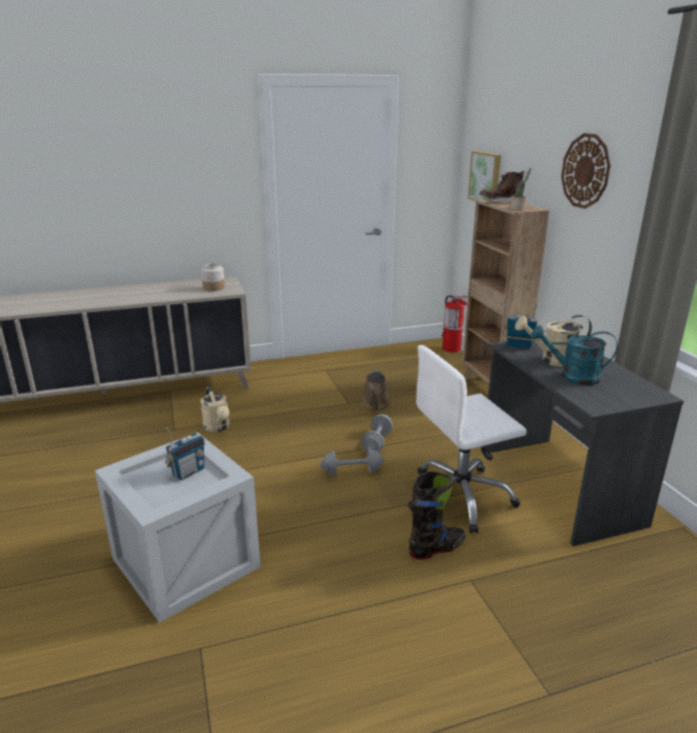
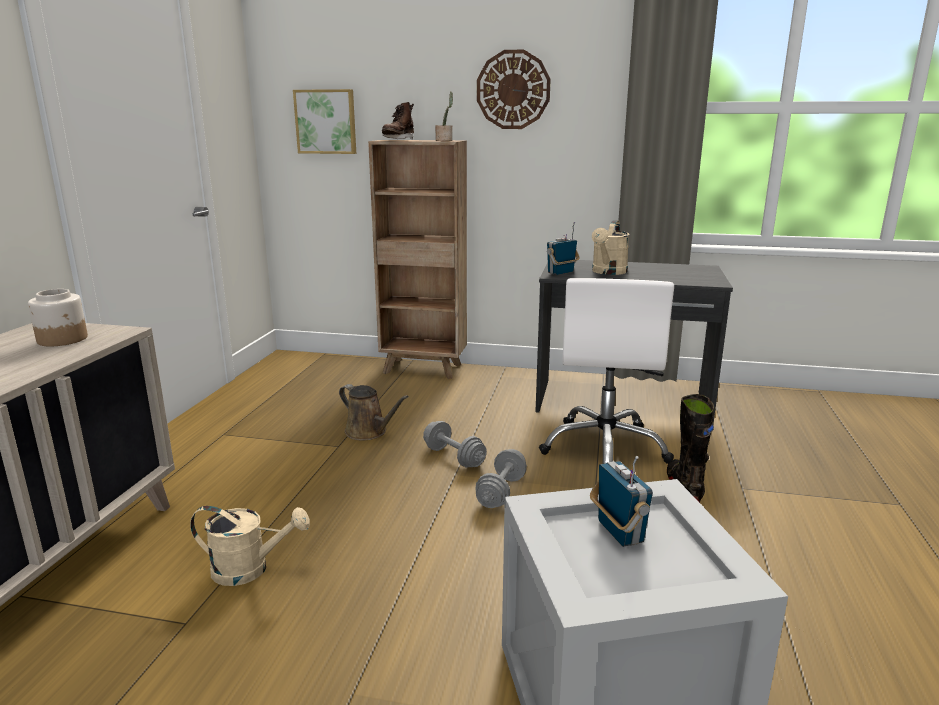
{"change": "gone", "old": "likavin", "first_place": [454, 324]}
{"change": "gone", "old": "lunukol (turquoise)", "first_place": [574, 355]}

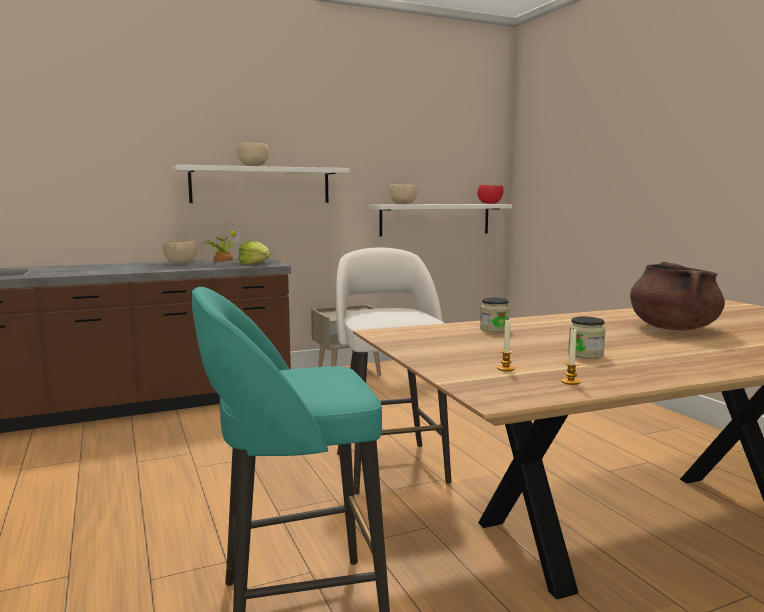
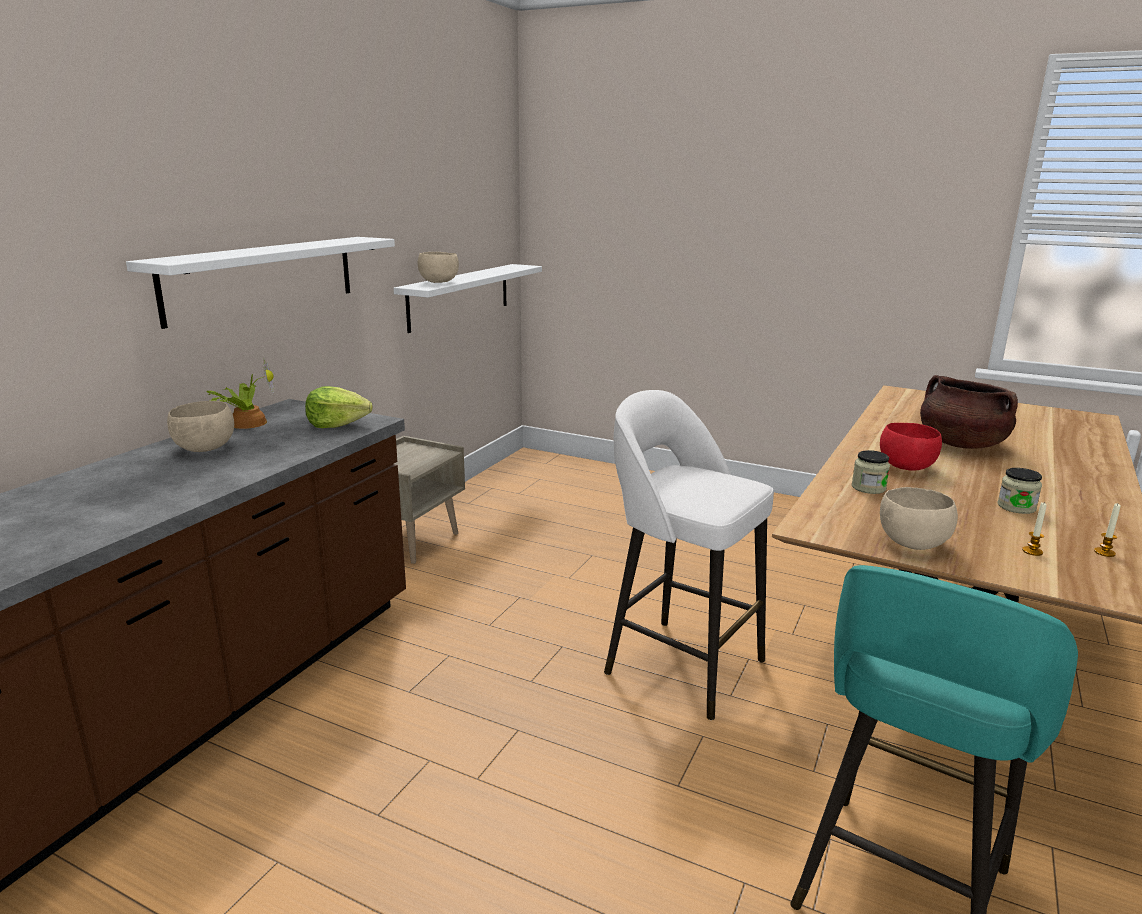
{"change": "shifted", "old": "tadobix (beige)", "first_place": [253, 154], "second_place": [919, 518]}
{"change": "shifted", "old": "tadobix (red)", "first_place": [490, 194], "second_place": [911, 447]}

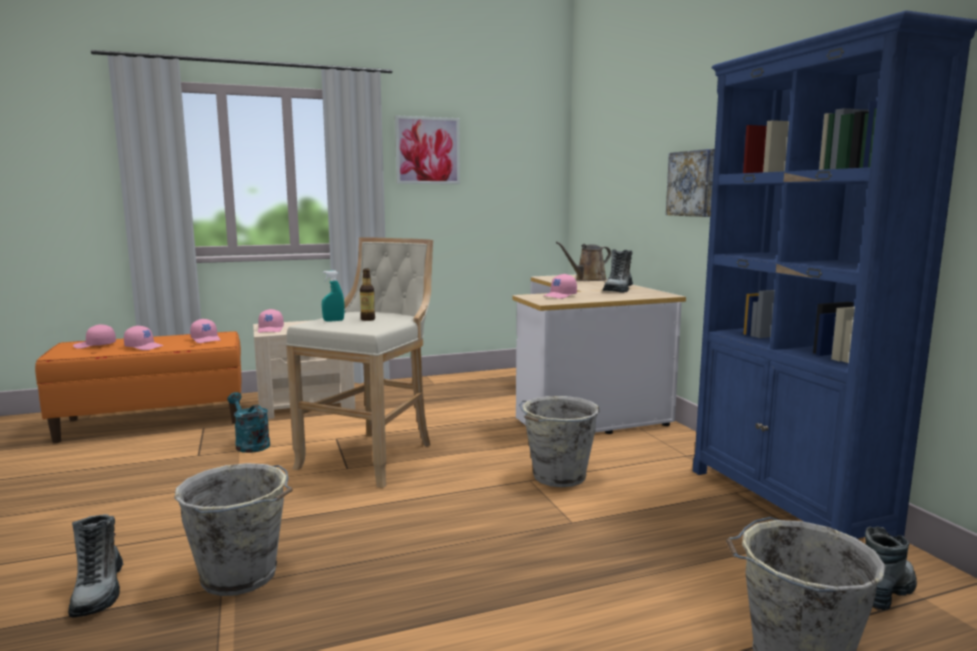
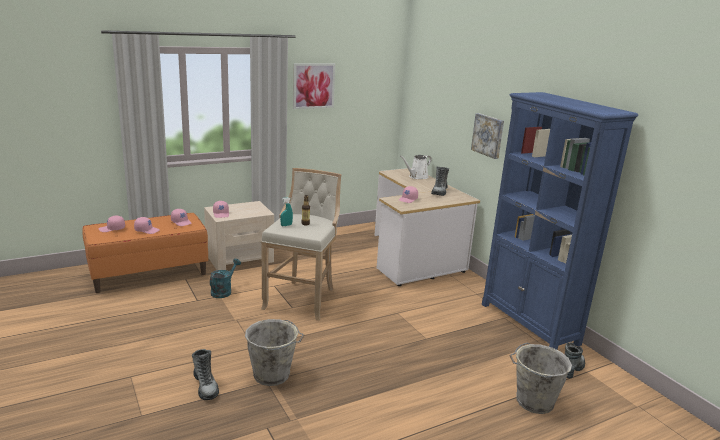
{"change": "repainted", "old": "lunukol (brown)", "new": "lunukol (white)", "first_place": [583, 261], "second_place": [416, 167]}
{"change": "rotated", "old": "lunukol (turquoise)", "first_place": [248, 422], "second_place": [225, 278], "degrees": 75}
{"change": "gone", "old": "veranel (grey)", "first_place": [559, 441]}

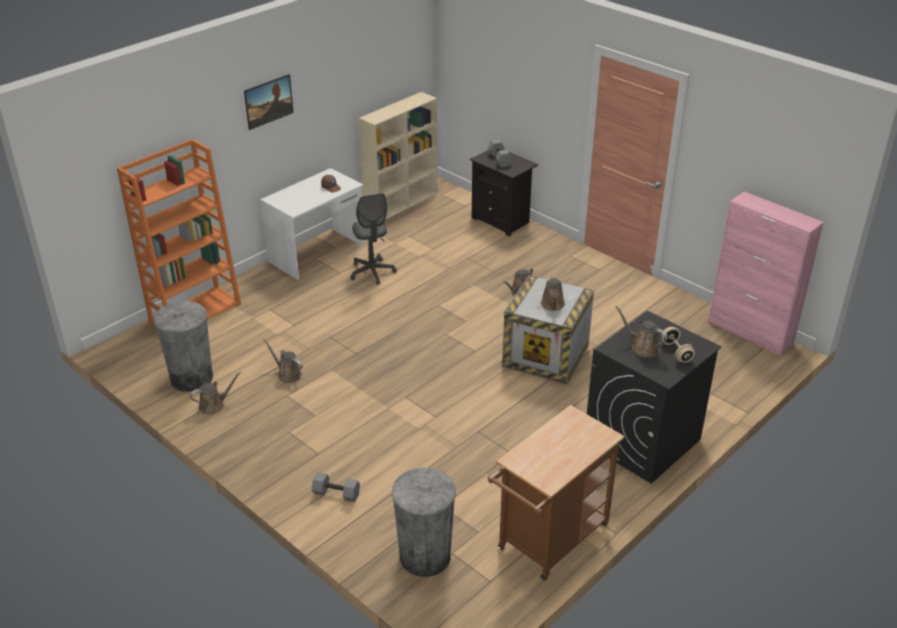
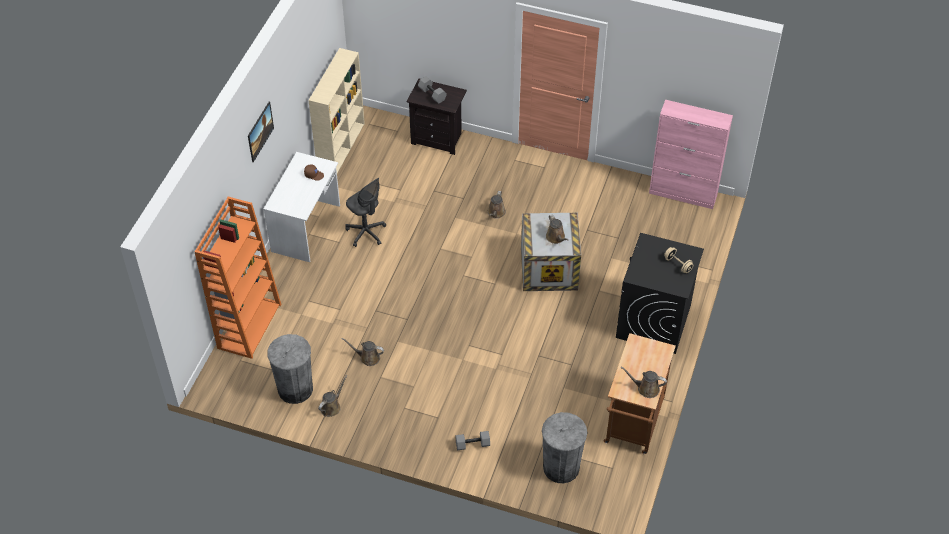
{"change": "shifted", "old": "lunukol (brown)", "first_place": [641, 332], "second_place": [644, 382]}

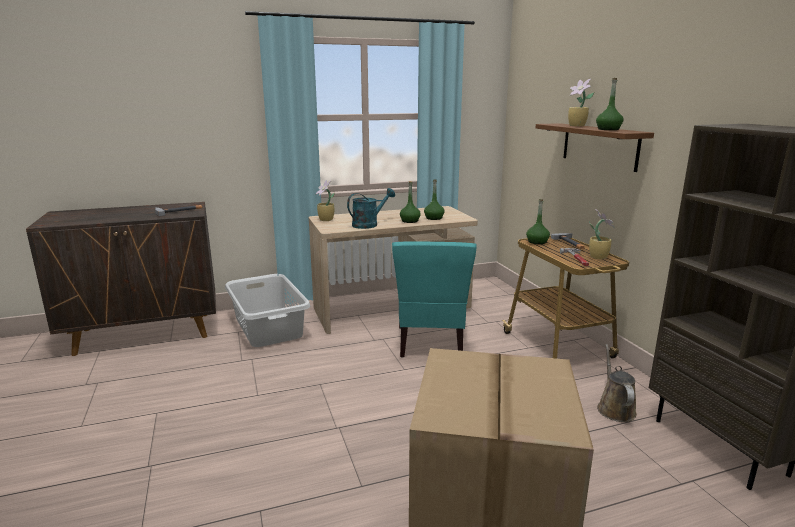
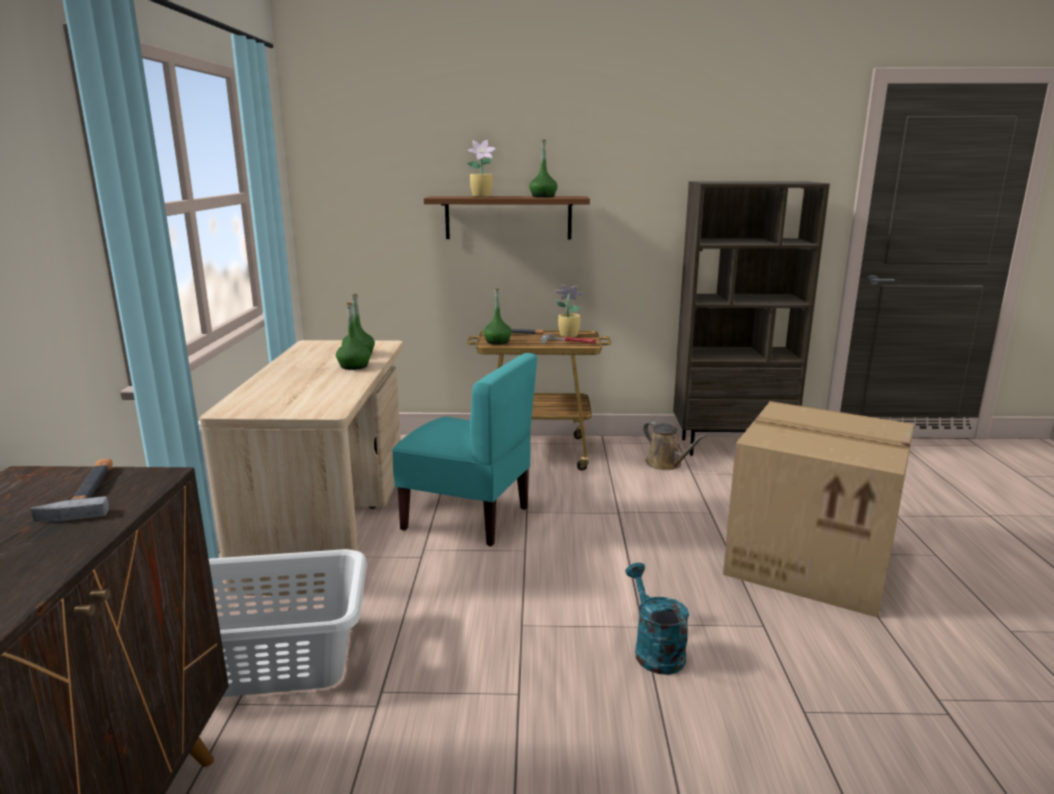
{"change": "gone", "old": "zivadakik", "first_place": [325, 200]}
{"change": "shifted", "old": "lunukol (turquoise)", "first_place": [371, 208], "second_place": [657, 619]}
{"change": "rotated", "old": "lunukol (brown)", "first_place": [617, 383], "second_place": [675, 446], "degrees": -150}

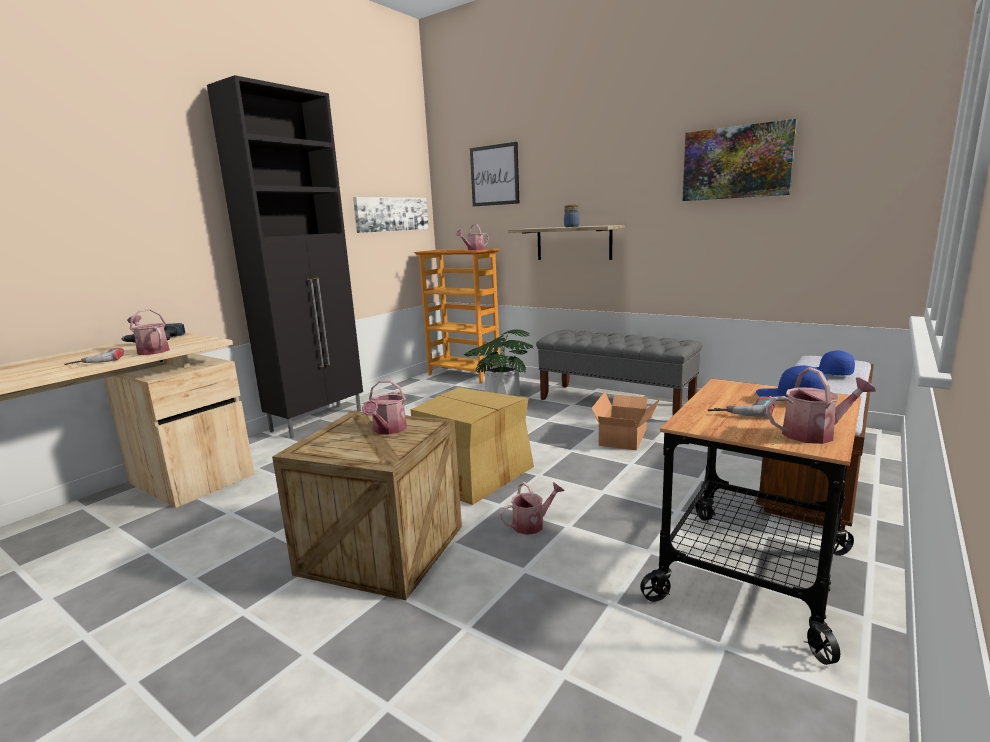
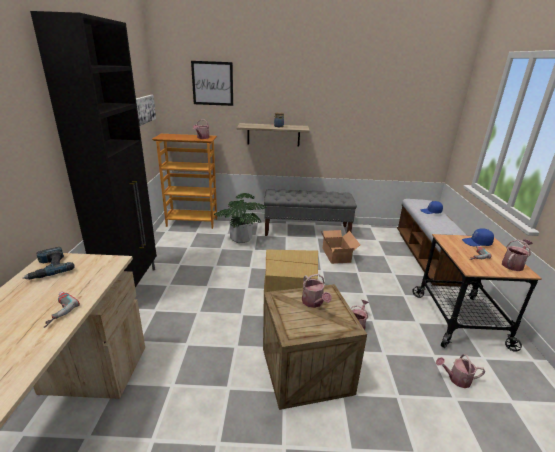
{"change": "gone", "old": "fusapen", "first_place": [740, 160]}
{"change": "shifted", "old": "lunukol", "first_place": [148, 332], "second_place": [460, 371]}

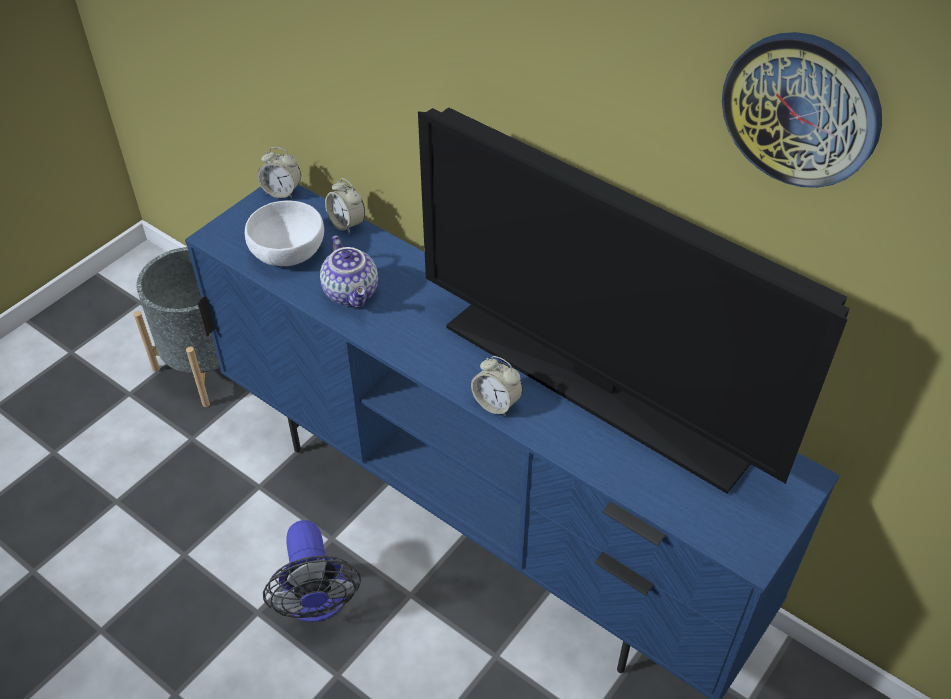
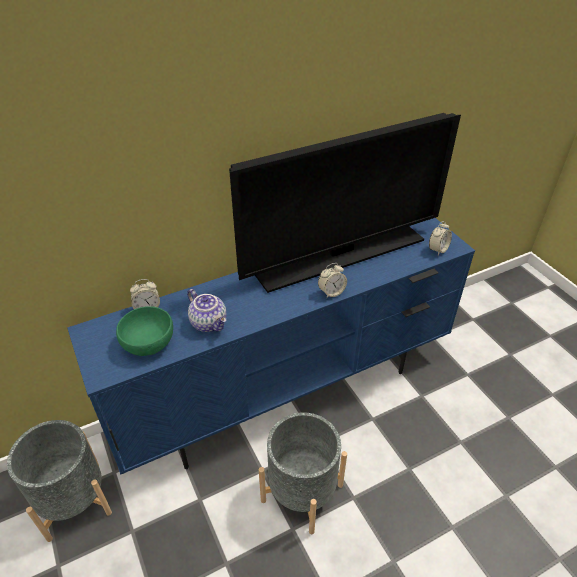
{"change": "gone", "old": "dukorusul", "first_place": [802, 110]}
{"change": "shifted", "old": "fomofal", "first_place": [279, 173], "second_place": [440, 238]}
{"change": "repainted", "old": "tadobix (white)", "new": "tadobix (green)", "first_place": [284, 233], "second_place": [144, 331]}
{"change": "rotated", "old": "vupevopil", "first_place": [349, 271], "second_place": [206, 310], "degrees": 45}
{"change": "swapped", "old": "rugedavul", "new": "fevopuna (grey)", "first_place": [312, 571], "second_place": [303, 473]}

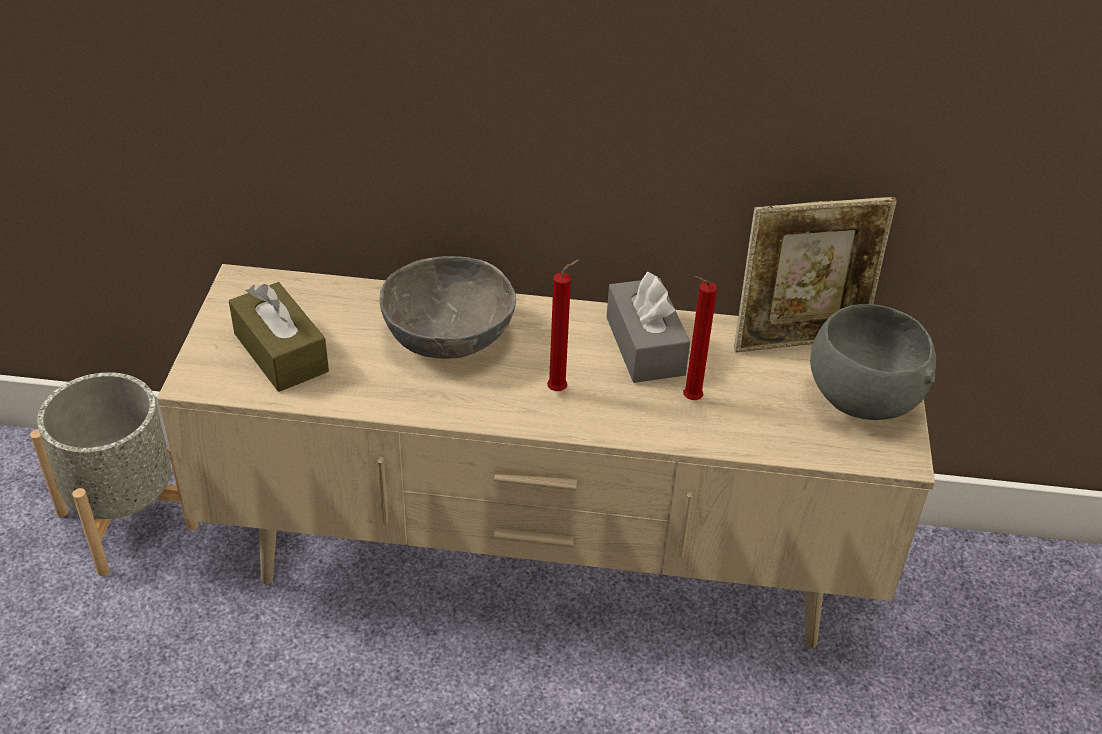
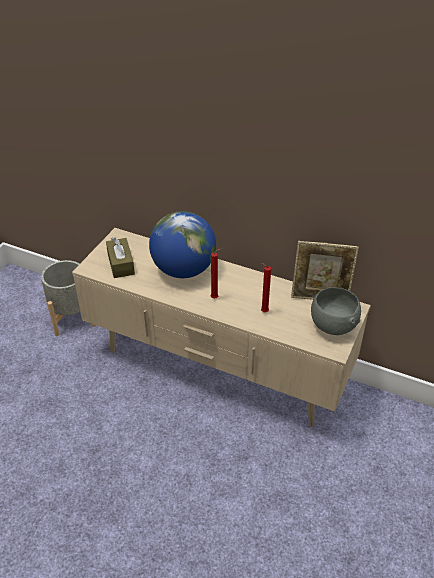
{"change": "swapped", "old": "tadobix (grey)", "new": "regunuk", "first_place": [448, 307], "second_place": [182, 244]}
{"change": "gone", "old": "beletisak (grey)", "first_place": [648, 327]}

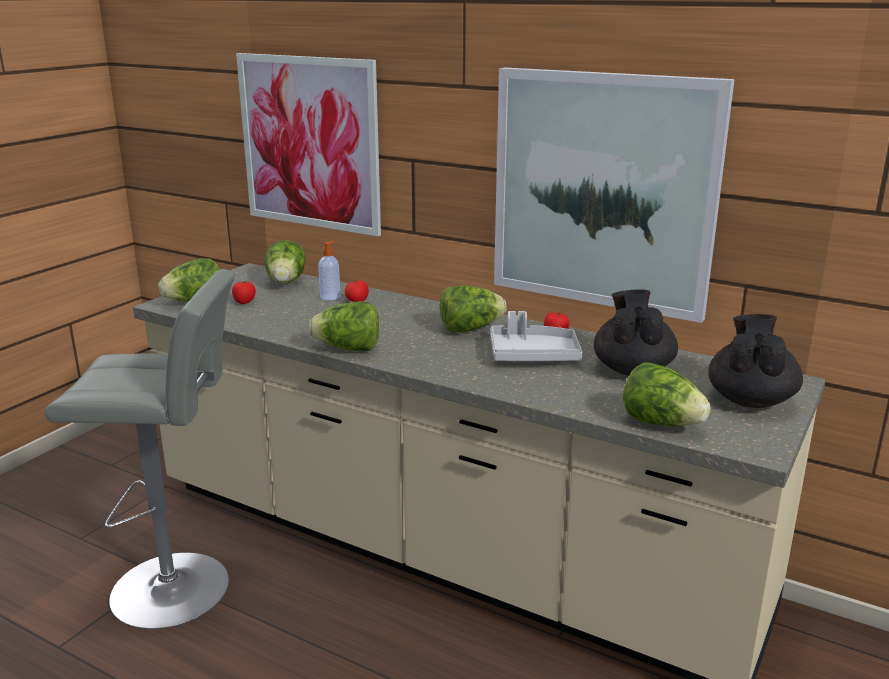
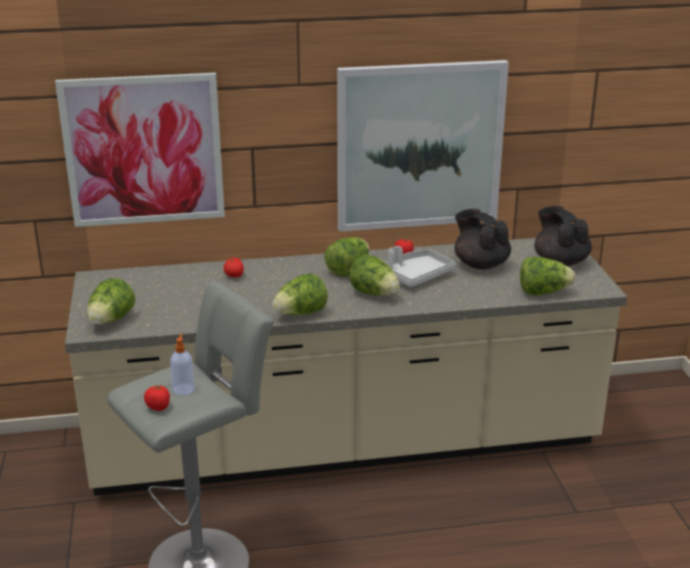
{"change": "shifted", "old": "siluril", "first_place": [285, 261], "second_place": [374, 274]}
{"change": "shifted", "old": "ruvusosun", "first_place": [329, 270], "second_place": [182, 364]}
{"change": "shifted", "old": "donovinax", "first_place": [244, 292], "second_place": [157, 398]}

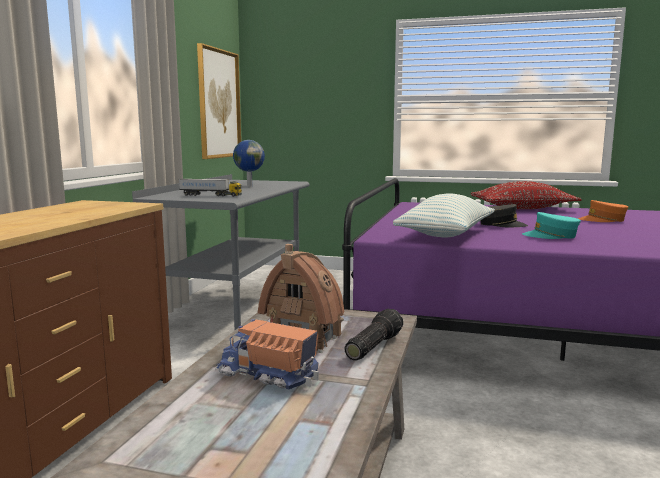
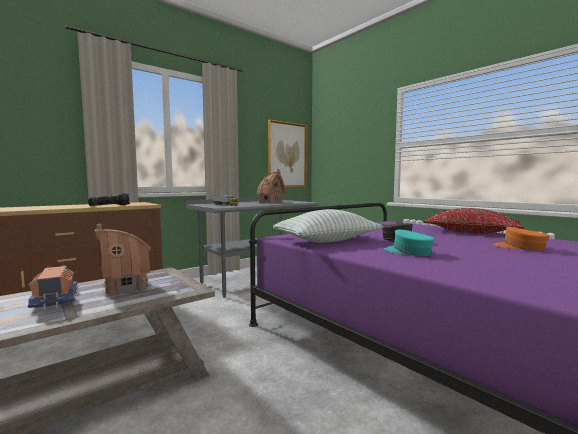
{"change": "swapped", "old": "regunuk", "new": "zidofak", "first_place": [249, 163], "second_place": [271, 186]}
{"change": "shifted", "old": "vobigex", "first_place": [373, 335], "second_place": [109, 199]}

